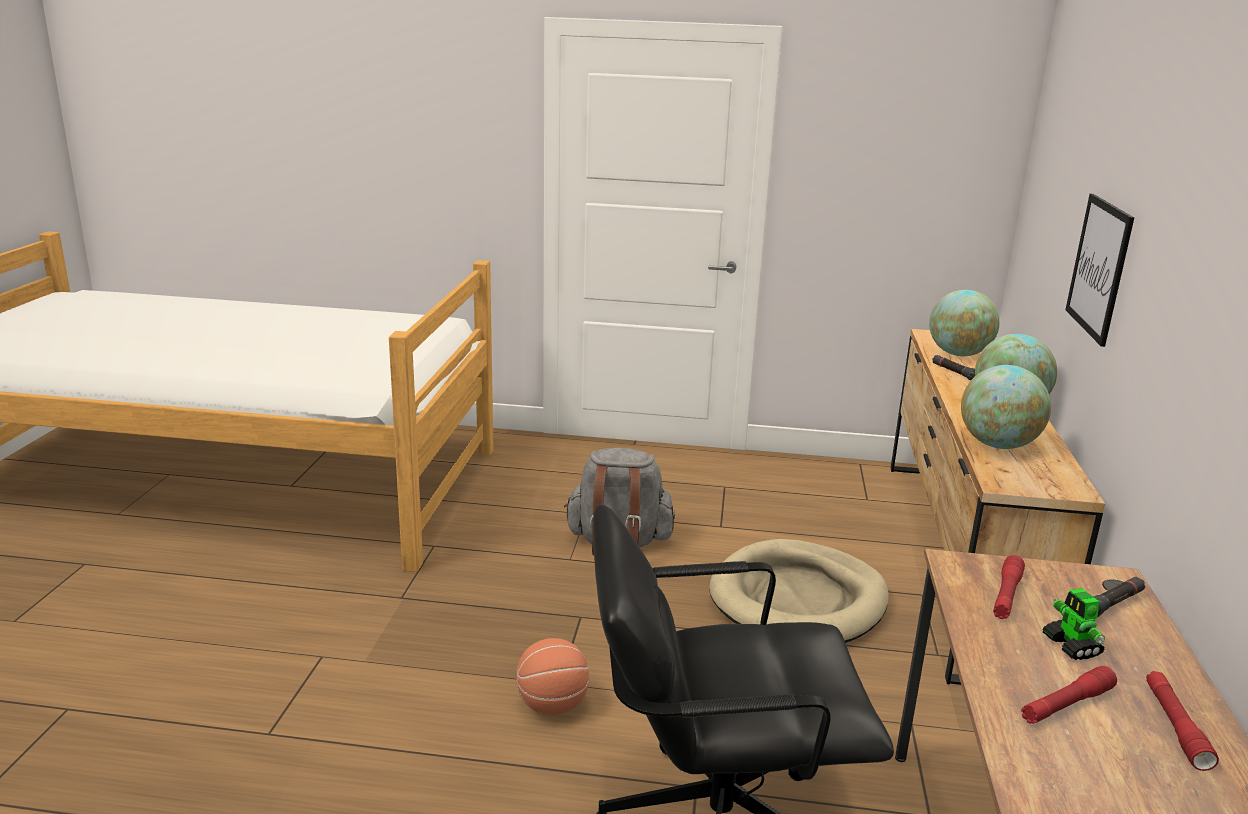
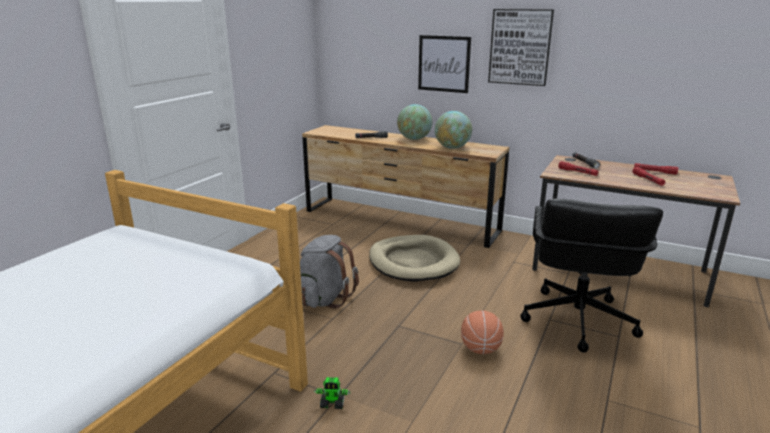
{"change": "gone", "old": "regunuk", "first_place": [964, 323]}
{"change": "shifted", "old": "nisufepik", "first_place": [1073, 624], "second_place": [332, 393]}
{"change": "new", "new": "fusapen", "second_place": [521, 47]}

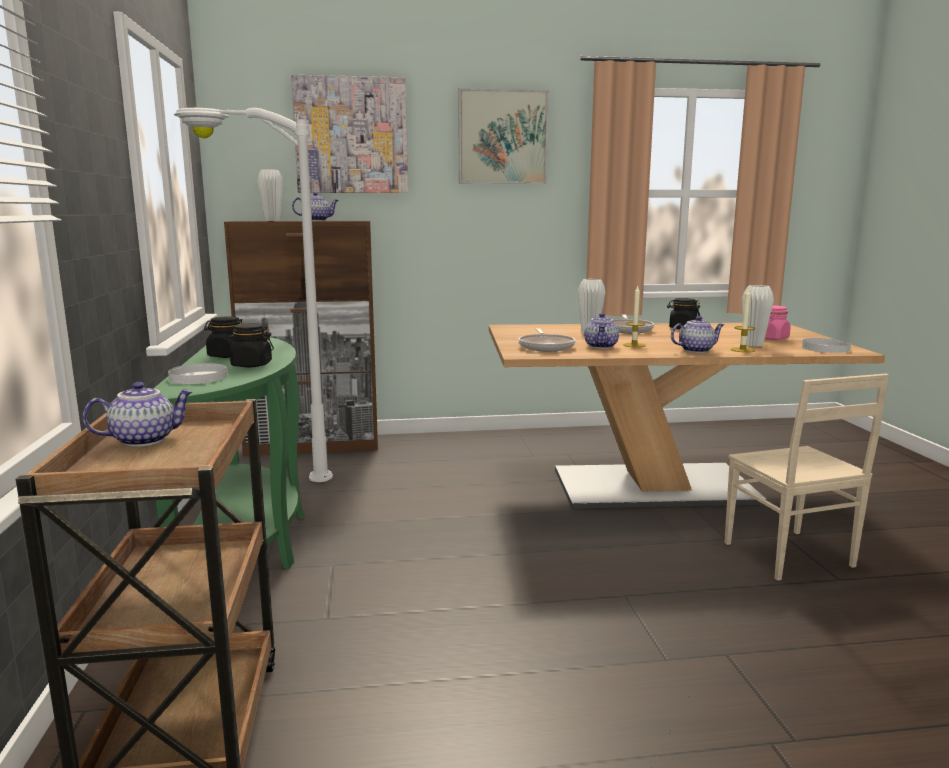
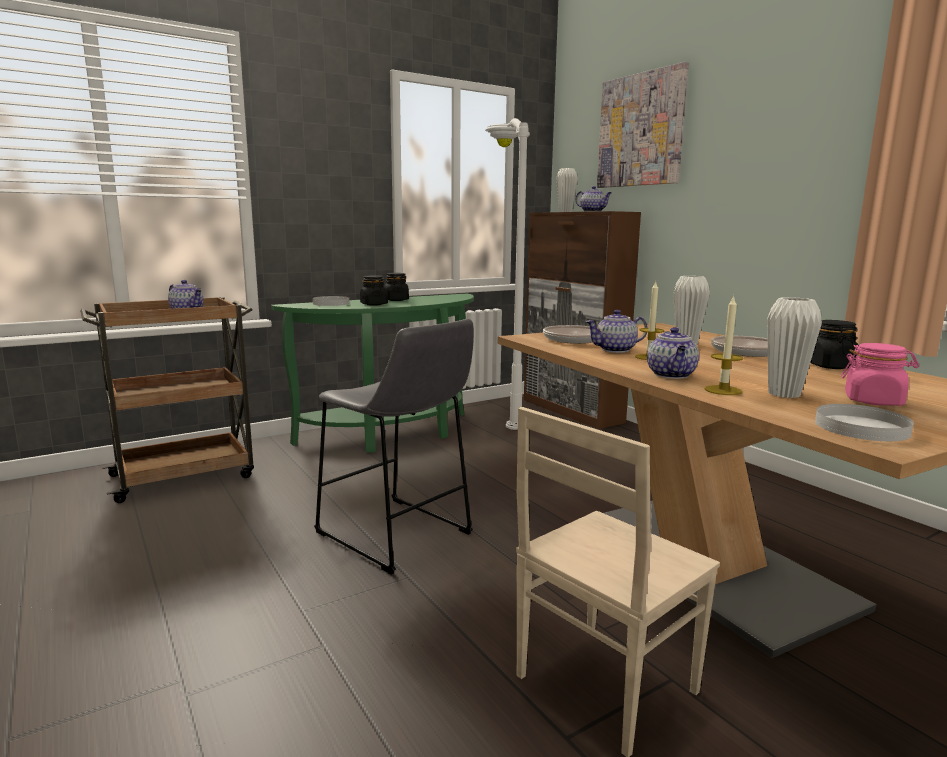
{"change": "gone", "old": "fusapen", "first_place": [503, 136]}
{"change": "rotated", "old": "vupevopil", "first_place": [697, 334], "second_place": [673, 353], "degrees": 45}
{"change": "new", "new": "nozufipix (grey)", "second_place": [394, 447]}

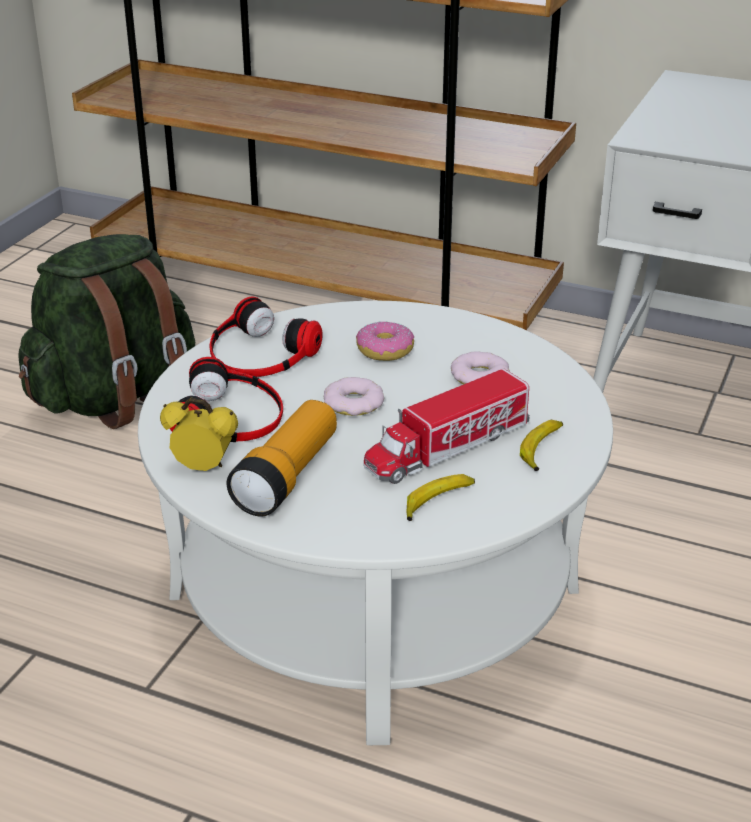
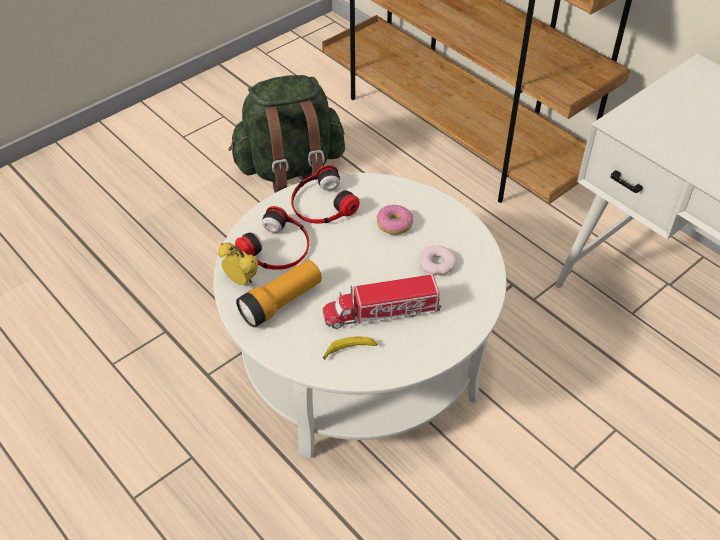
{"change": "gone", "old": "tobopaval", "first_place": [354, 396]}
{"change": "gone", "old": "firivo", "first_place": [541, 445]}

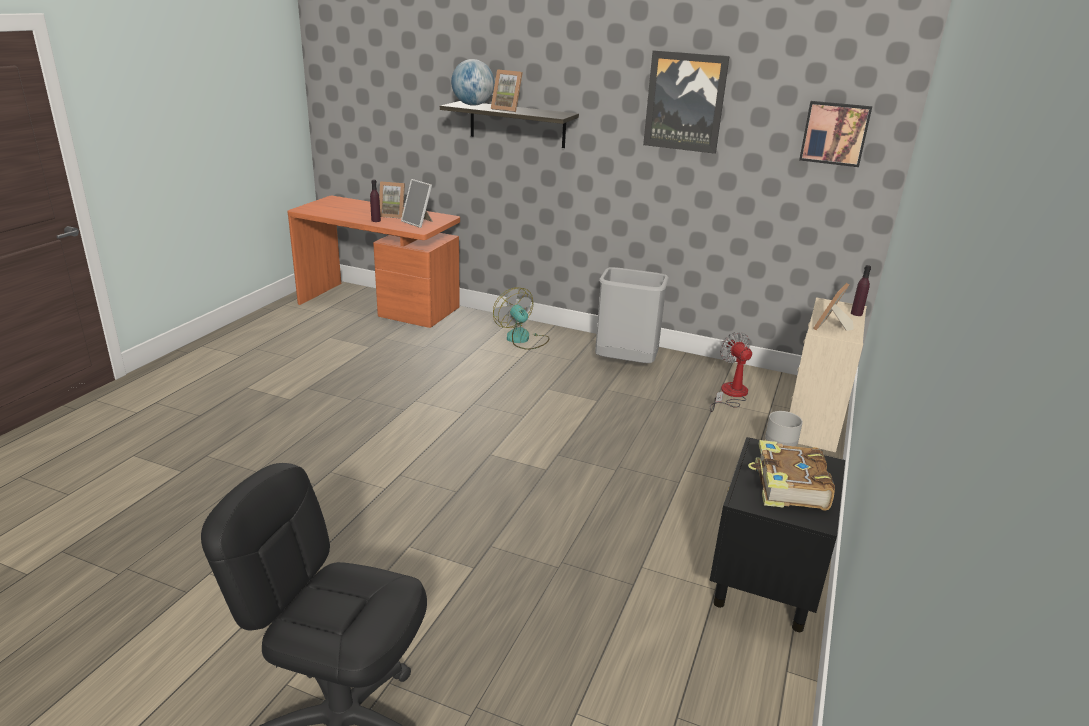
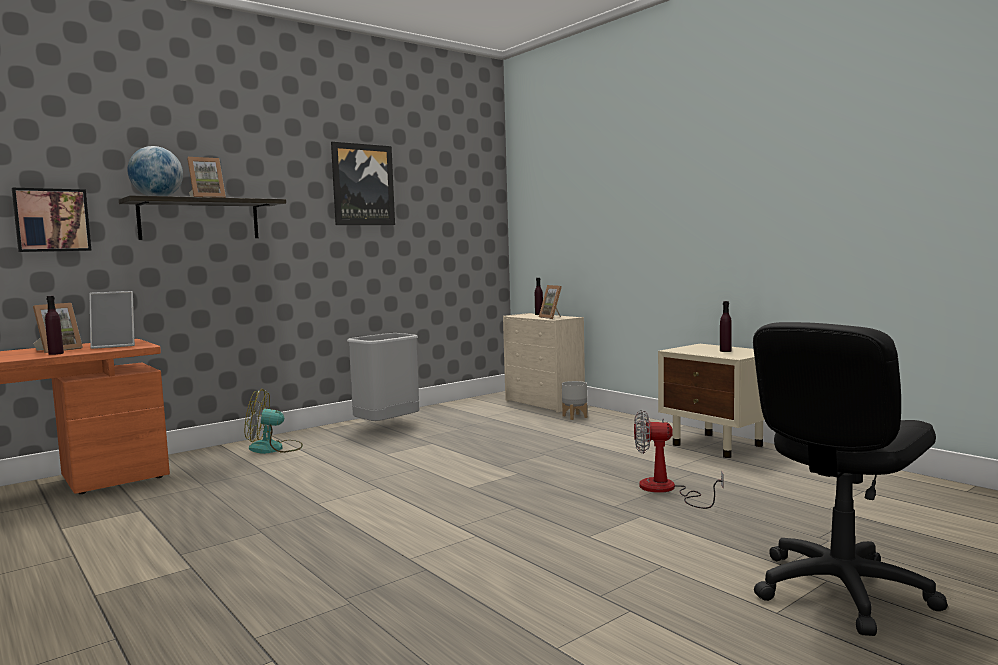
{"change": "shifted", "old": "fusapen", "first_place": [835, 134], "second_place": [52, 220]}
{"change": "shifted", "old": "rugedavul", "first_place": [731, 372], "second_place": [679, 459]}
{"change": "repainted", "old": "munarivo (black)", "new": "munarivo (beige)", "first_place": [777, 534], "second_place": [711, 401]}
{"change": "swapped", "old": "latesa", "new": "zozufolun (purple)", "first_place": [791, 475], "second_place": [726, 326]}

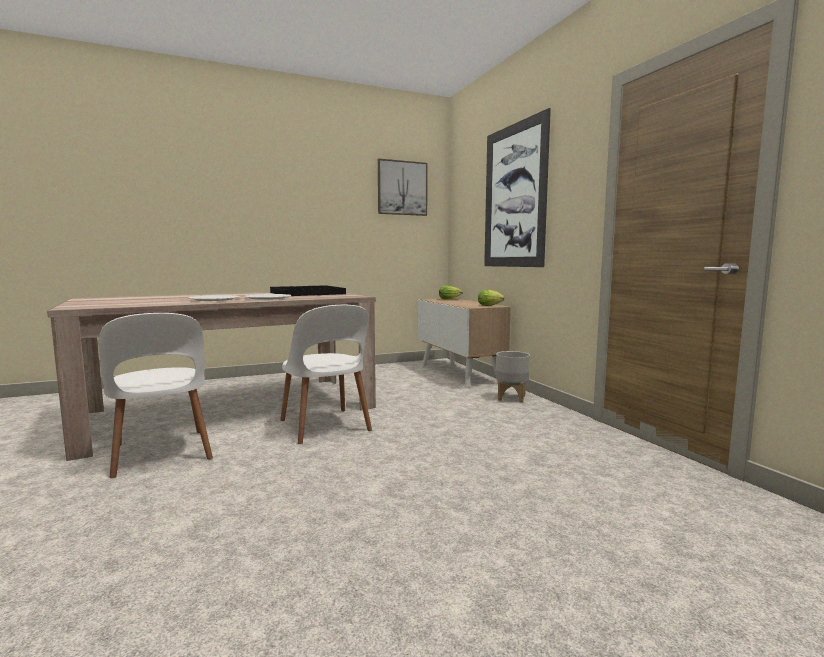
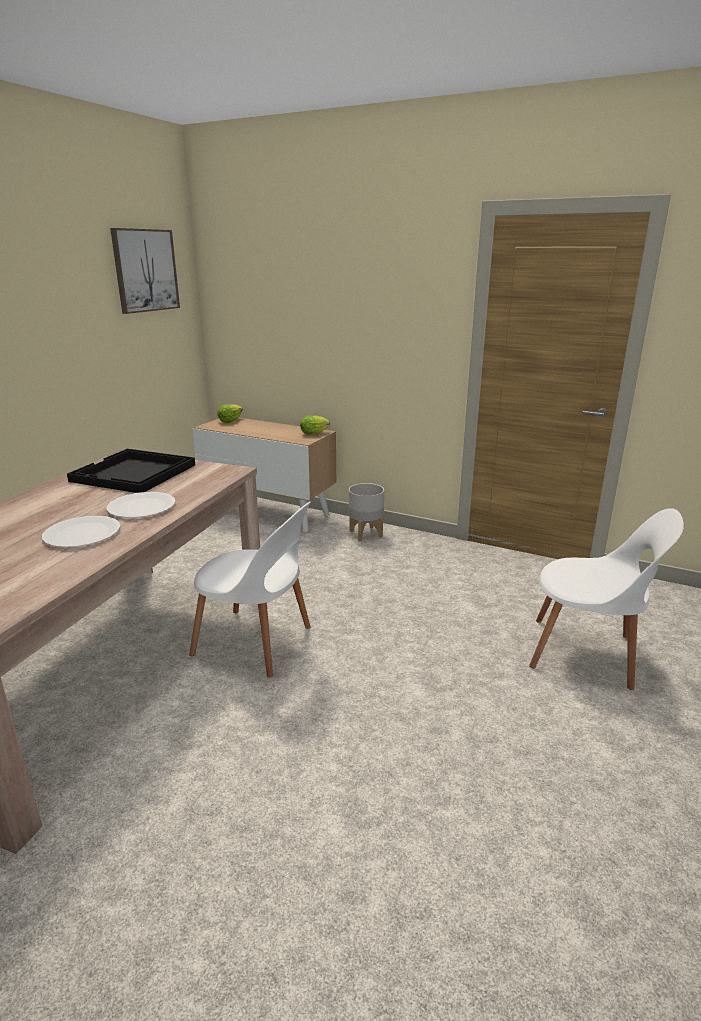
{"change": "gone", "old": "fusapen", "first_place": [517, 187]}
{"change": "shifted", "old": "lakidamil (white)", "first_place": [156, 395], "second_place": [606, 599]}

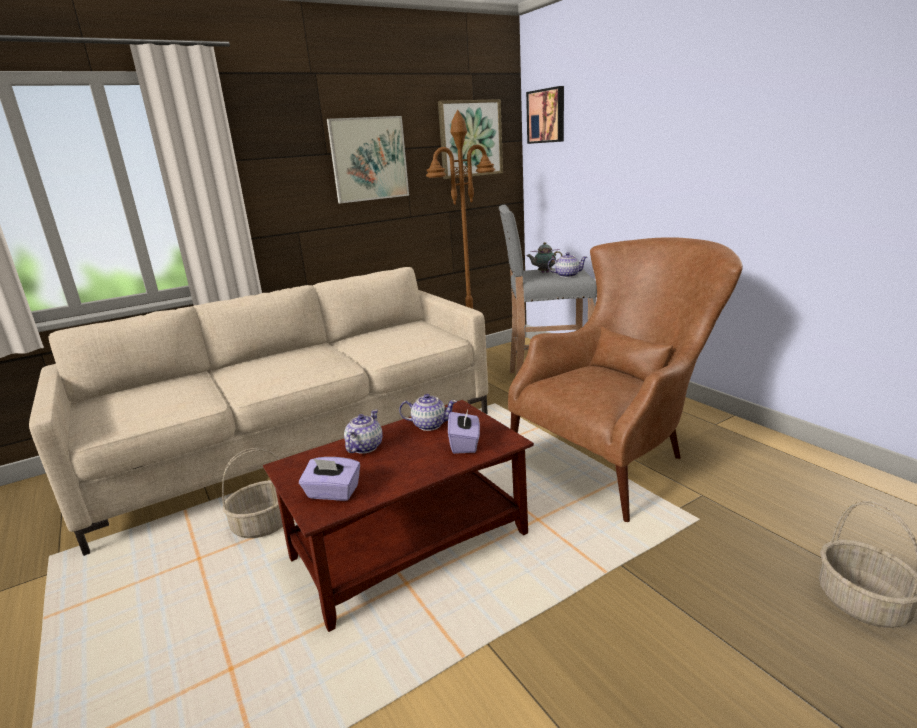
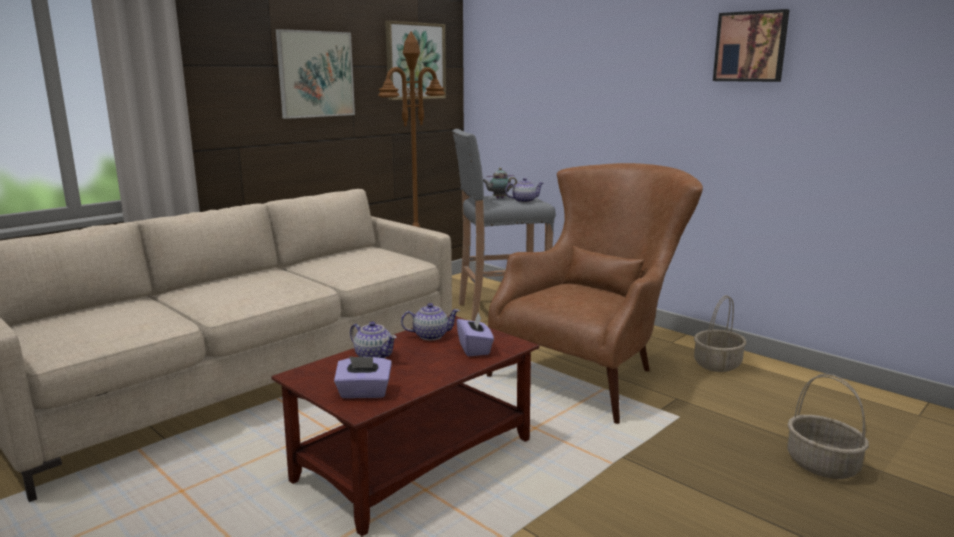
{"change": "shifted", "old": "fusapen", "first_place": [545, 115], "second_place": [751, 45]}
{"change": "rotated", "old": "vupevopil", "first_place": [363, 431], "second_place": [373, 340], "degrees": 120}
{"change": "shifted", "old": "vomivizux", "first_place": [252, 493], "second_place": [720, 333]}

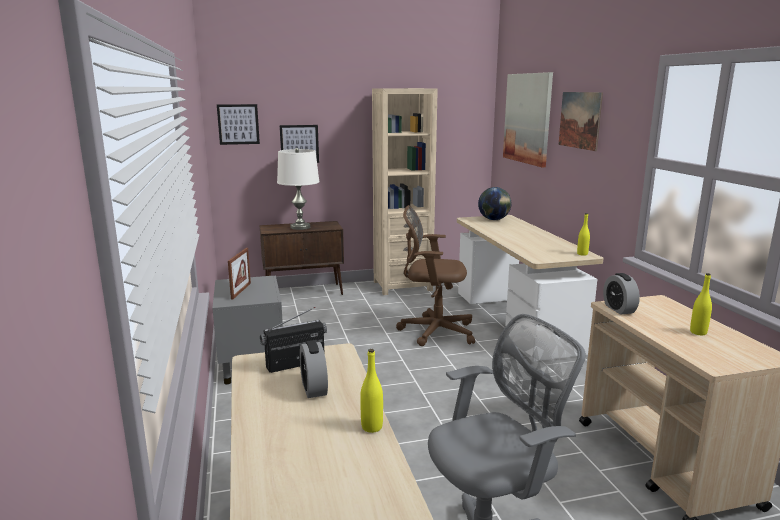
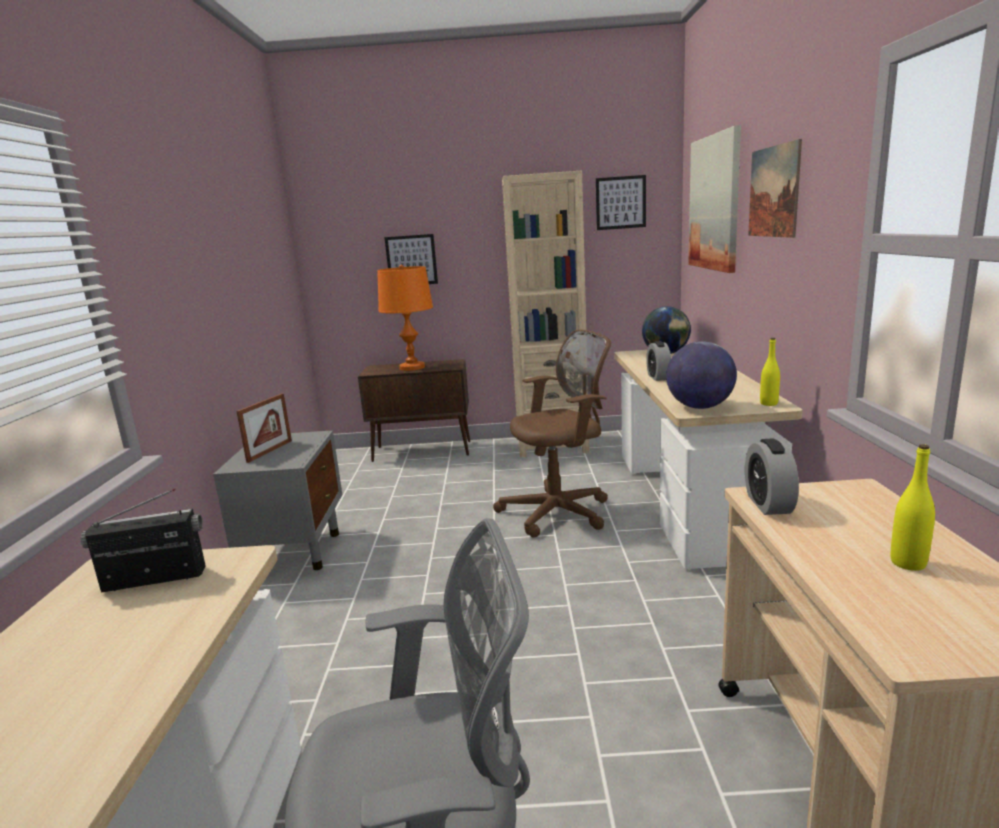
{"change": "shifted", "old": "fusapen", "first_place": [238, 124], "second_place": [621, 202]}
{"change": "repainted", "old": "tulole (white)", "new": "tulole (orange)", "first_place": [298, 189], "second_place": [405, 318]}
{"change": "rotated", "old": "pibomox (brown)", "first_place": [435, 275], "second_place": [552, 434], "degrees": 135}
{"change": "shifted", "old": "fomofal", "first_place": [314, 369], "second_place": [658, 361]}
{"change": "gone", "old": "zozufolun (yellow)", "first_place": [371, 391]}
{"change": "new", "new": "regunuk", "second_place": [701, 375]}

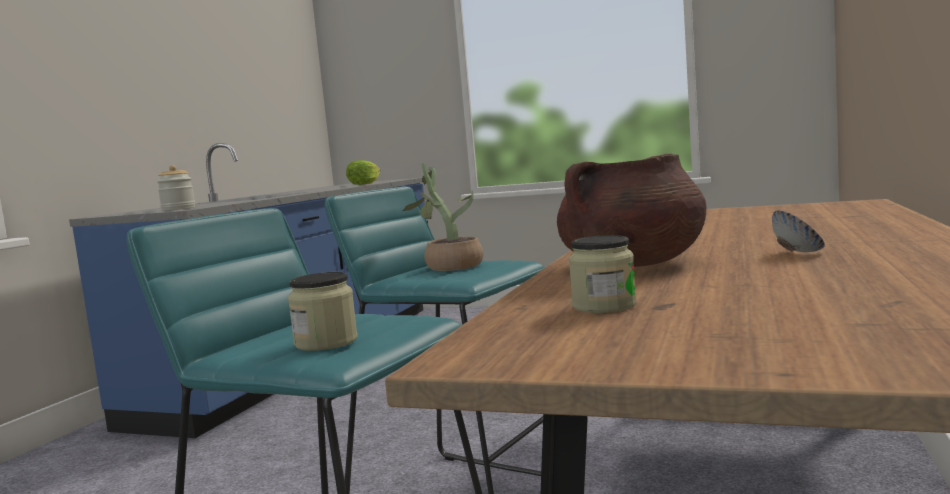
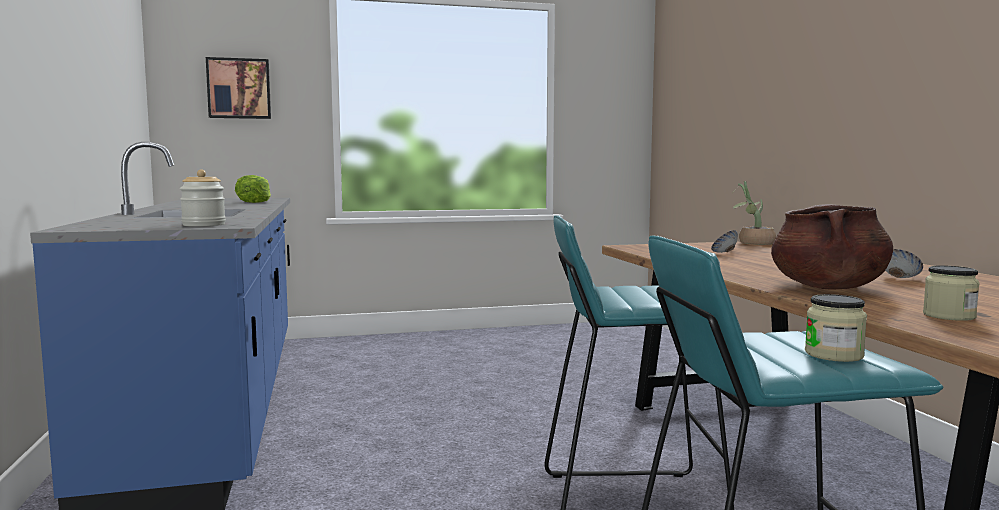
{"change": "shifted", "old": "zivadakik", "first_place": [443, 217], "second_place": [754, 213]}
{"change": "new", "new": "fusapen", "second_place": [238, 88]}
{"change": "new", "new": "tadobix", "second_place": [724, 241]}

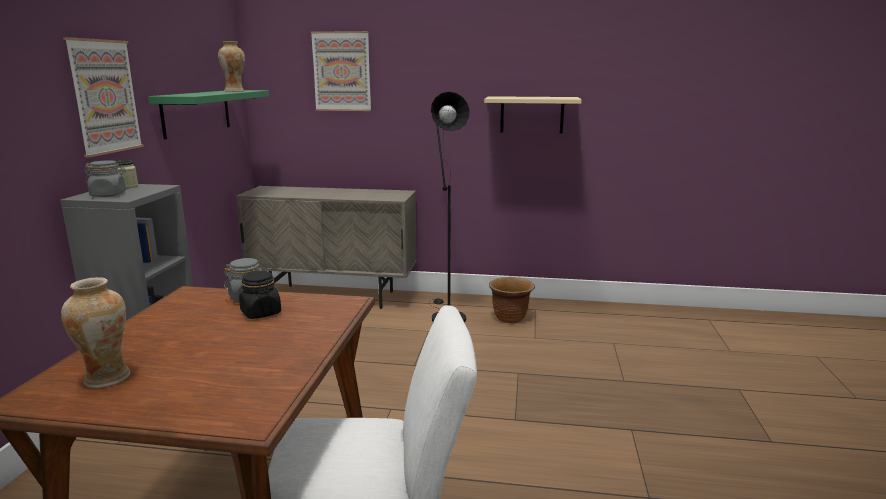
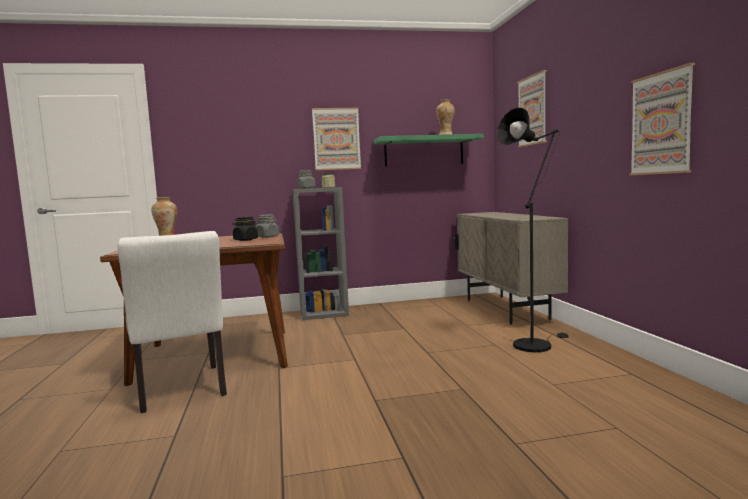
{"change": "swapped", "old": "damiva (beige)", "new": "fusapen", "first_place": [533, 115], "second_place": [662, 119]}
{"change": "gone", "old": "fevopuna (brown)", "first_place": [512, 300]}

